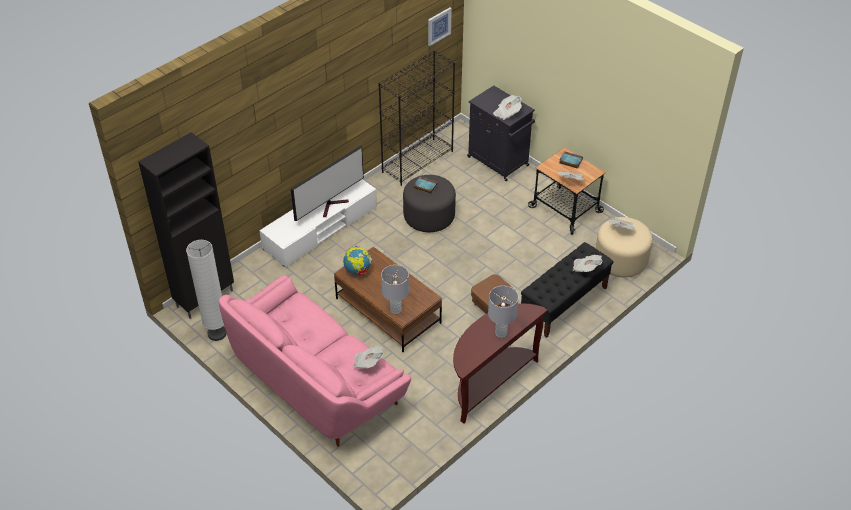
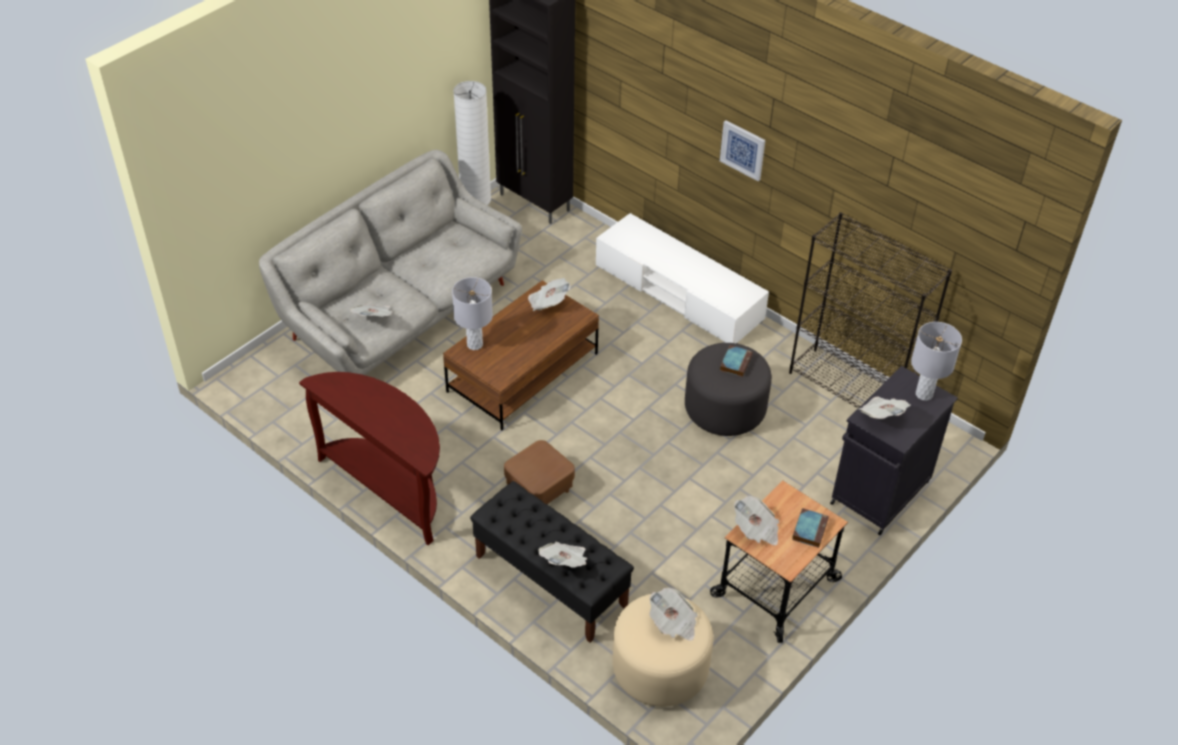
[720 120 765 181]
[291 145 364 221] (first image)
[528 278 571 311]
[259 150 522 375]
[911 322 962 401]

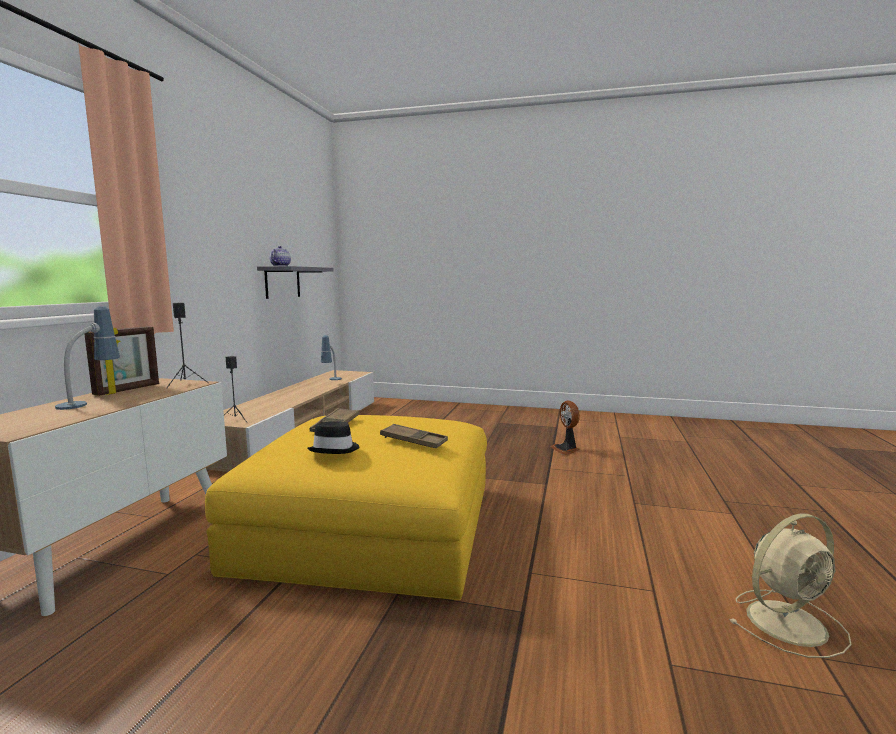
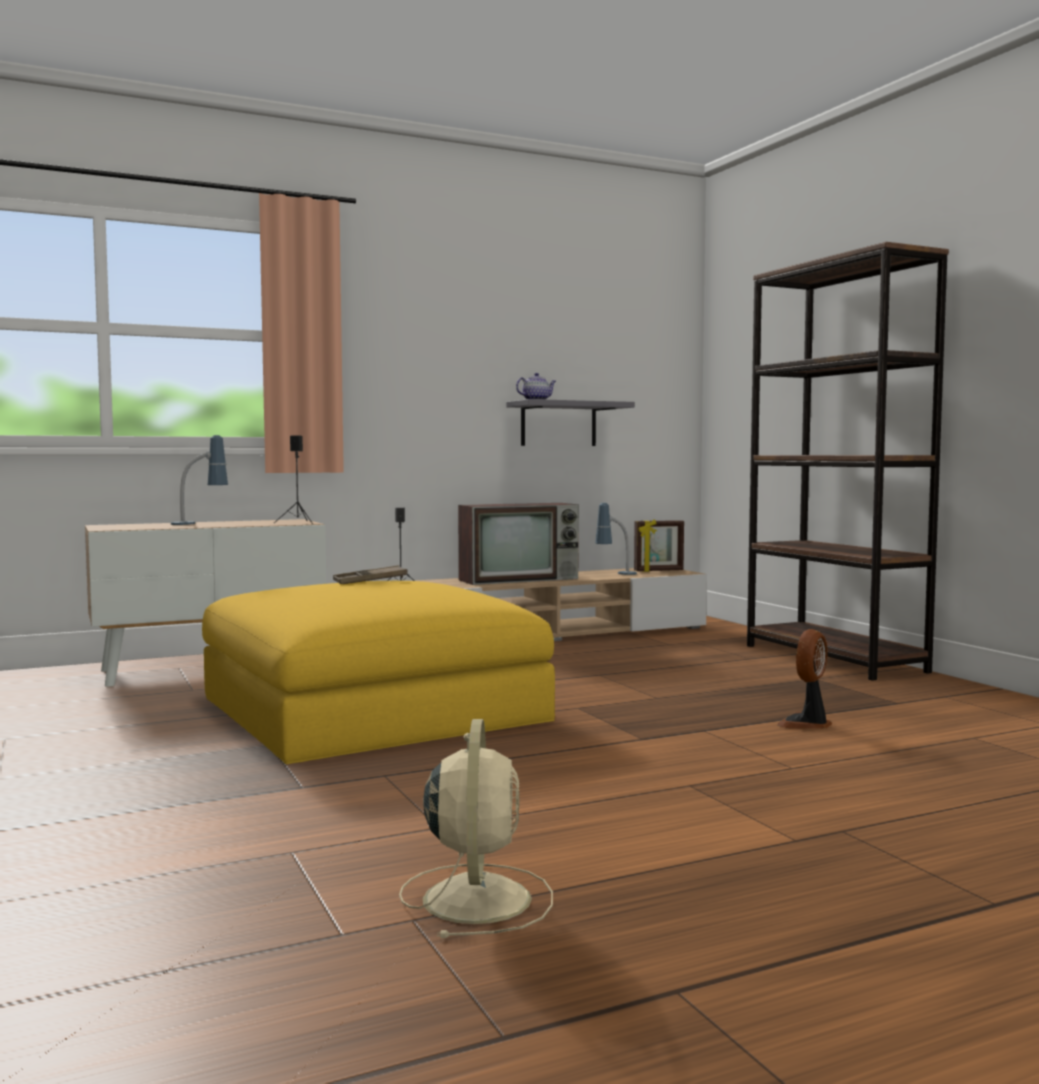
[634 519 684 572]
[307 421 360 454] (first image)
[380 424 448 448] (first image)
[399 719 553 938]
[747 242 949 681]
[458 503 579 585]

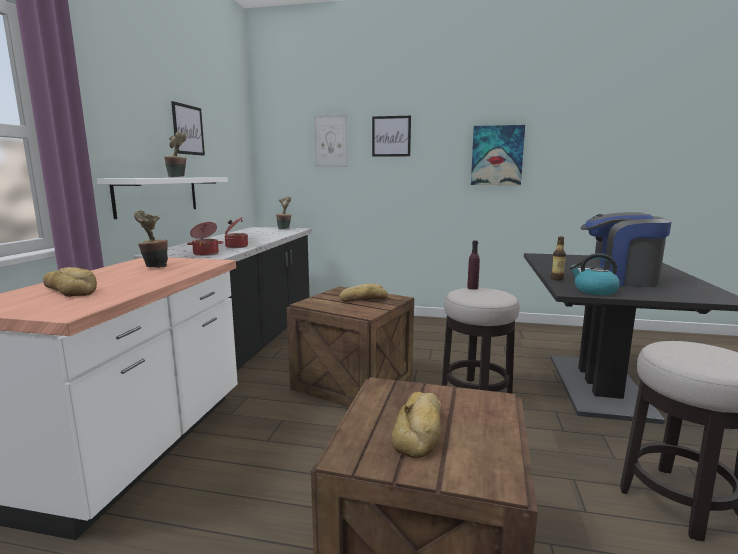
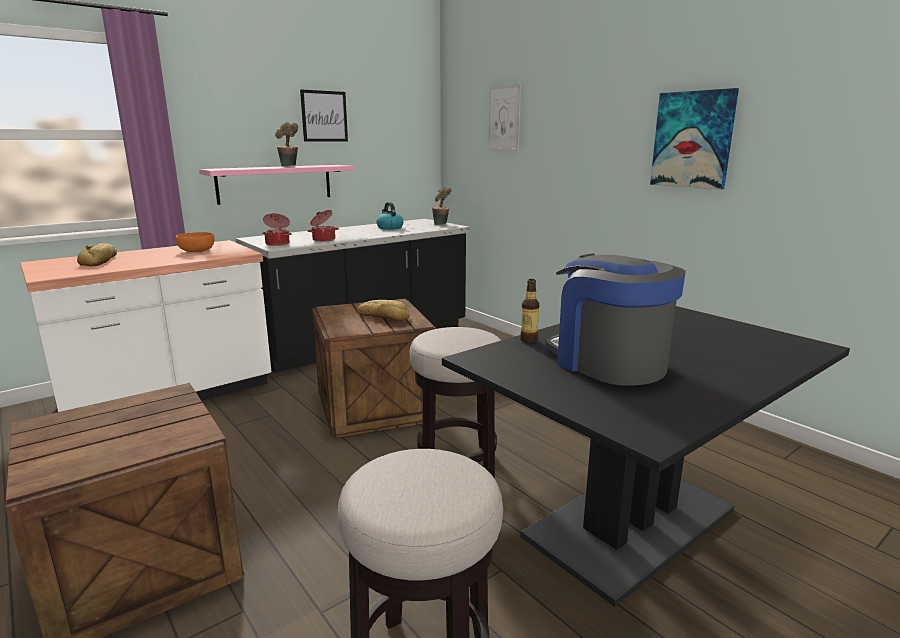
[372 116 411 157] (first image)
[199 165 354 205]
[176 232 215 252]
[467 240 480 290] (first image)
[377 202 404 230]
[391 392 441 458] (first image)

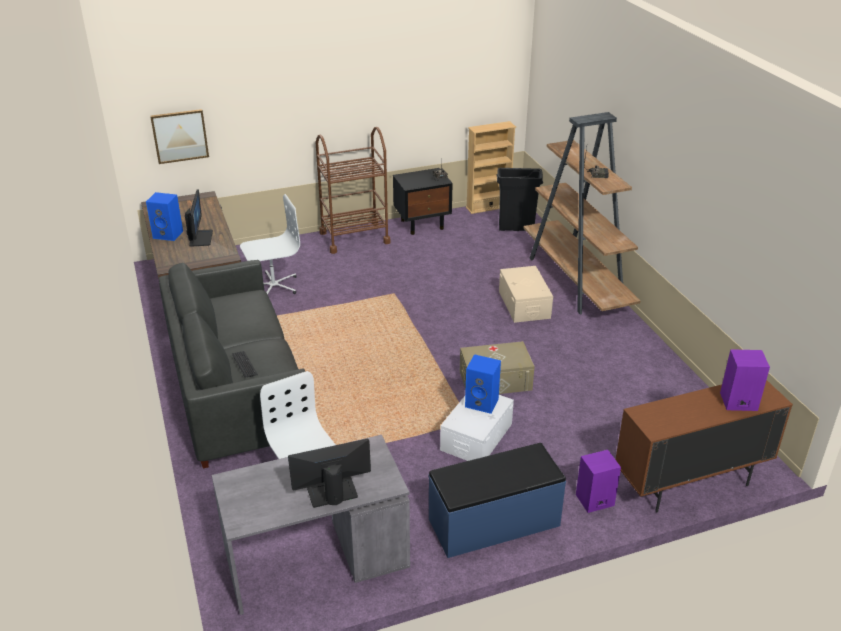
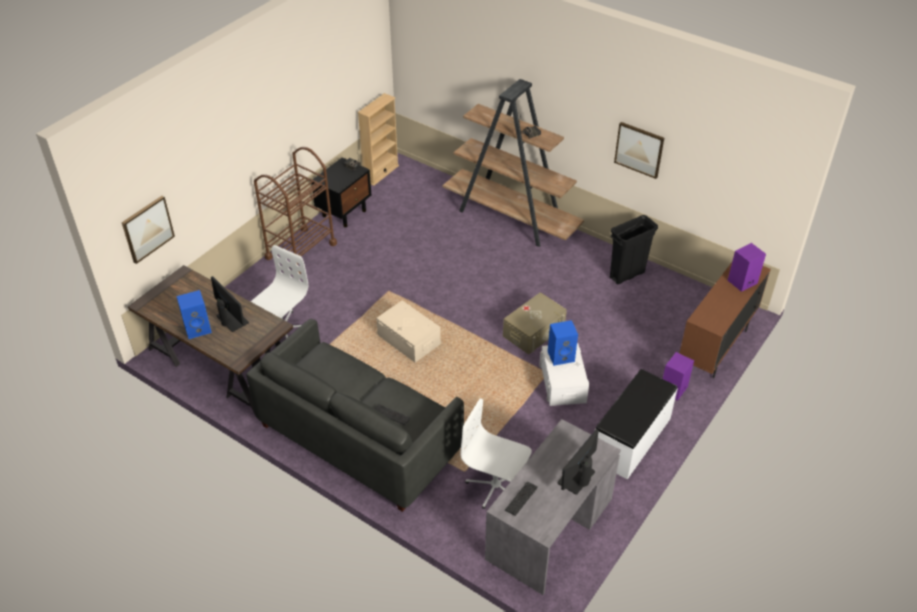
[610 215 658 284]
[376 300 441 363]
[595 369 678 479]
[614 122 664 179]
[505 481 538 516]

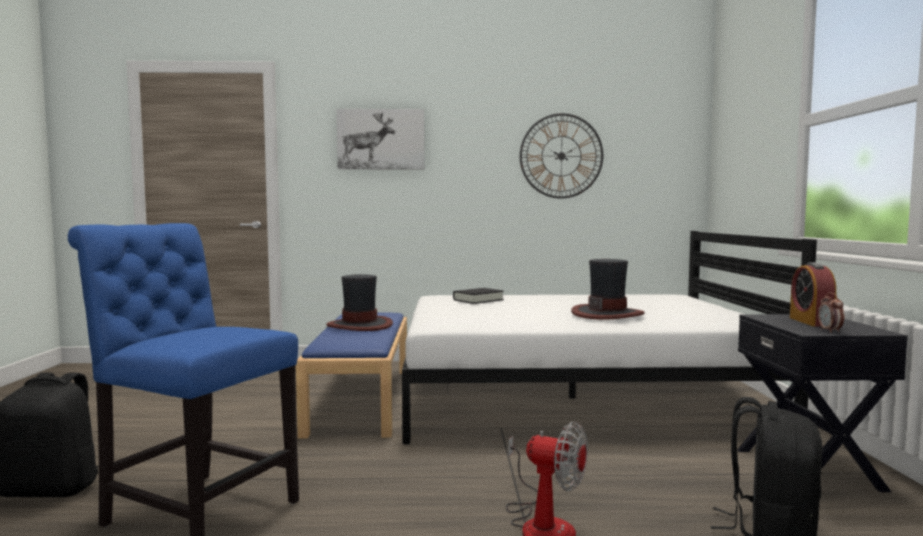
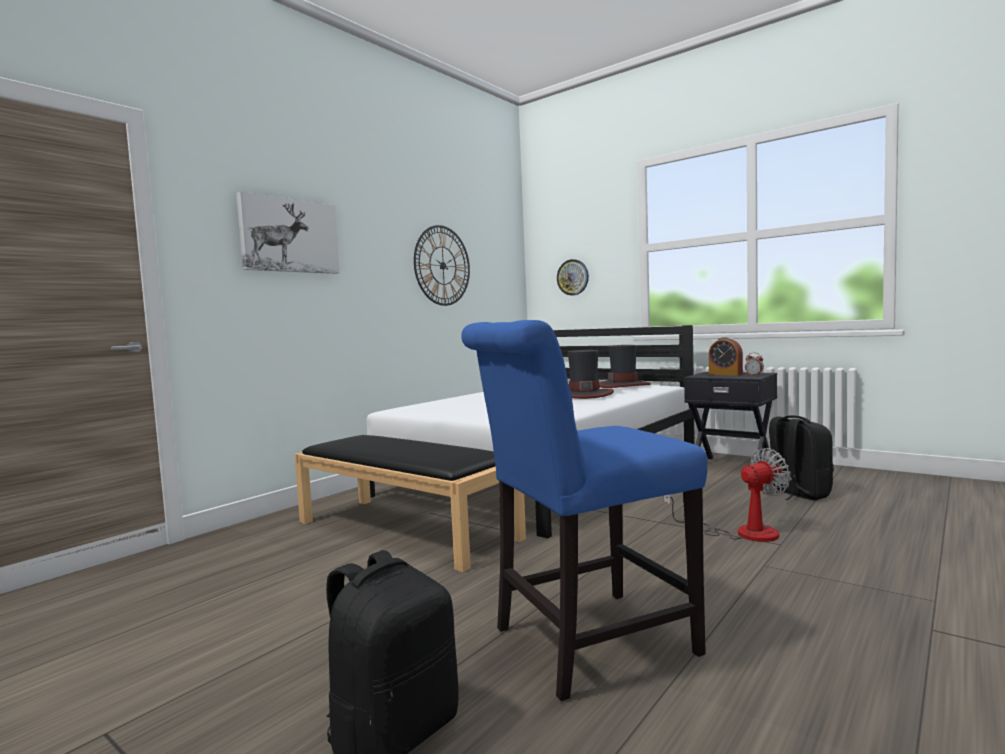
[599 345 651 388]
[453 288 504 304] (first image)
[294 435 526 572]
[557 259 589 296]

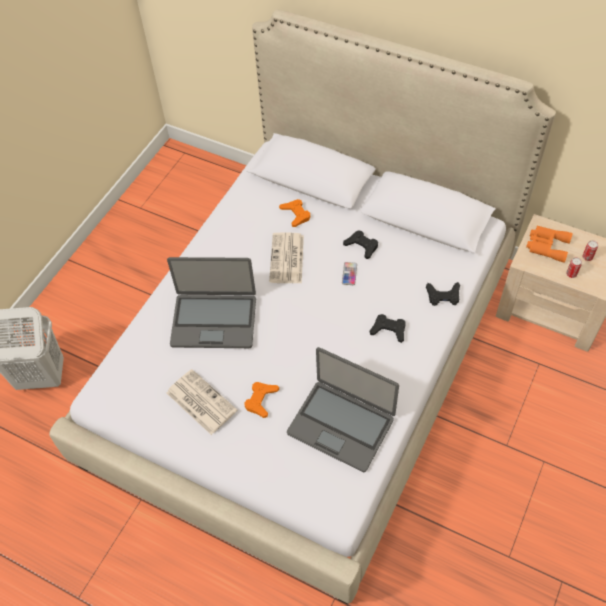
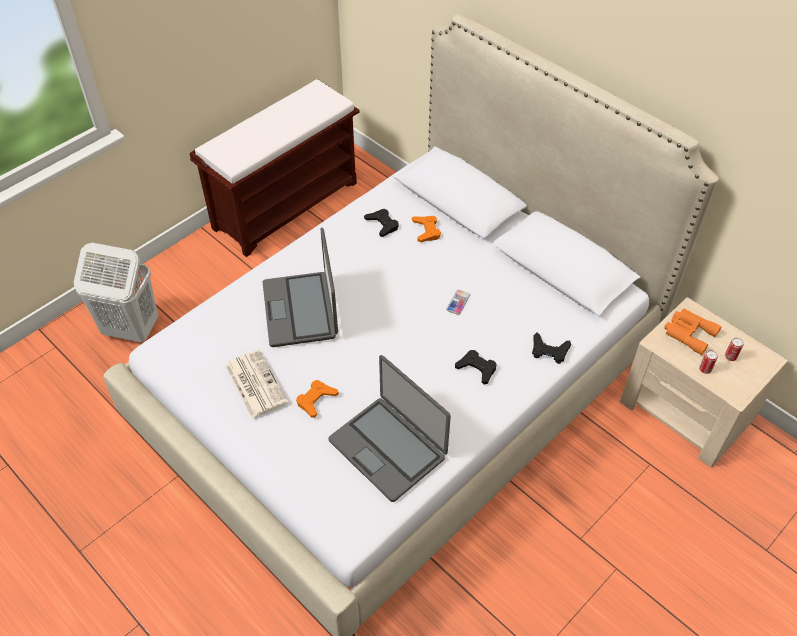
[364 209 399 237]
[269 233 304 283] (first image)
[263 228 338 347]
[190 79 360 257]

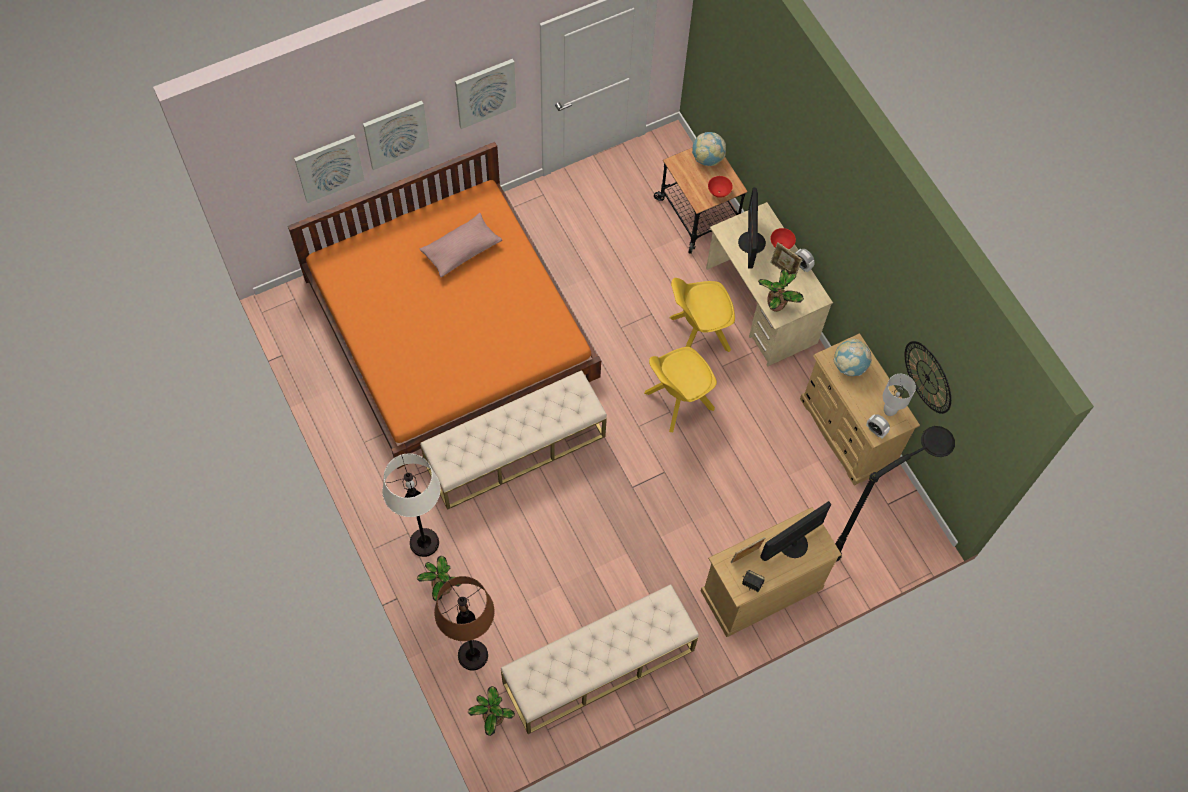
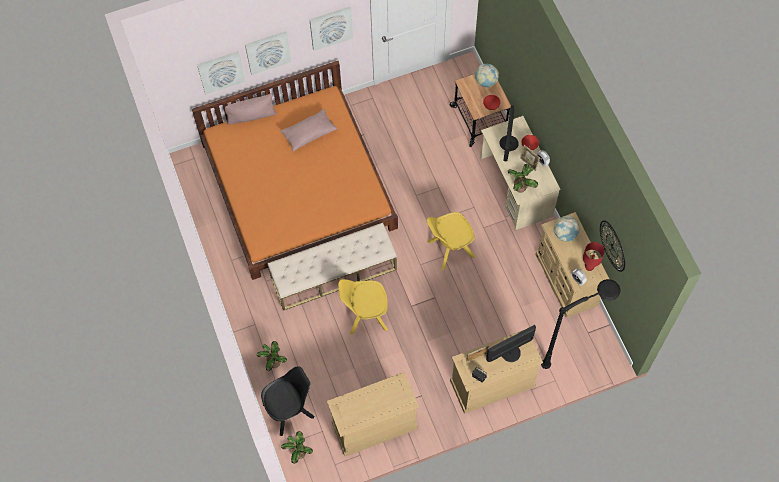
[338 279 388 335]
[583 242 605 271]
[382 453 441 557] (first image)
[261 366 315 436]
[327 372 419 457]
[225 93 277 125]

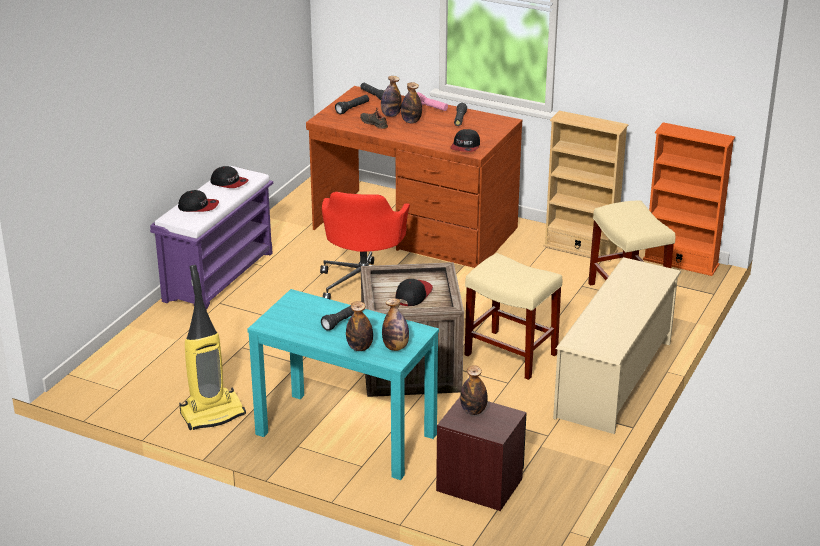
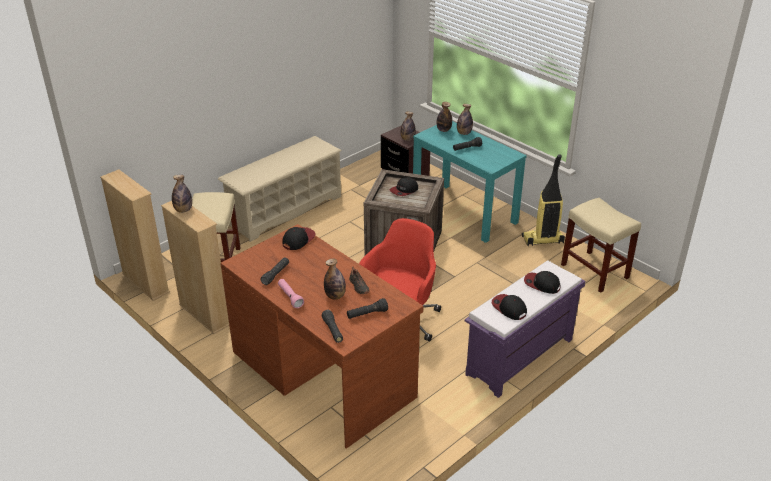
[172 175 192 213]
[100 170 170 301]
[561 198 641 293]

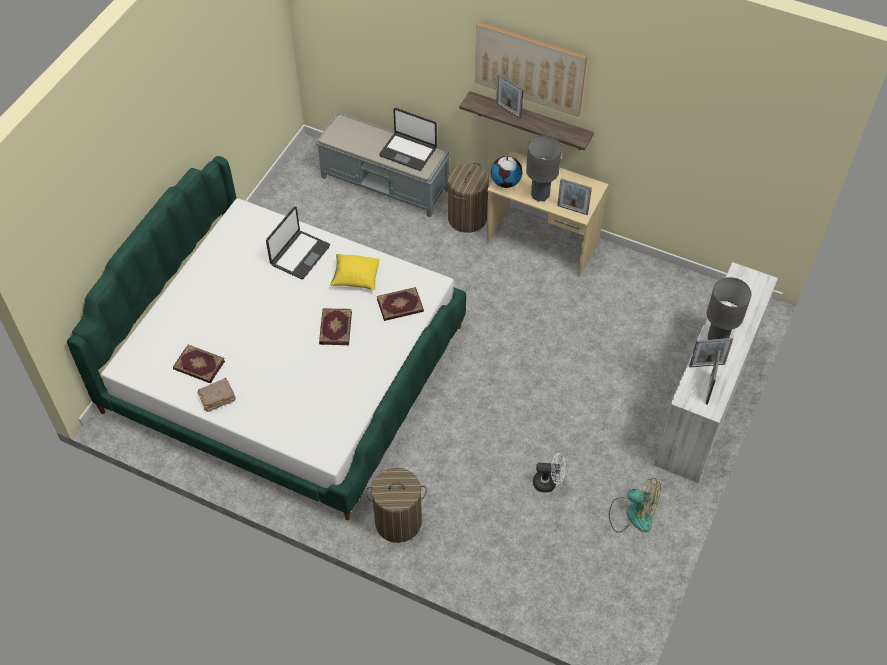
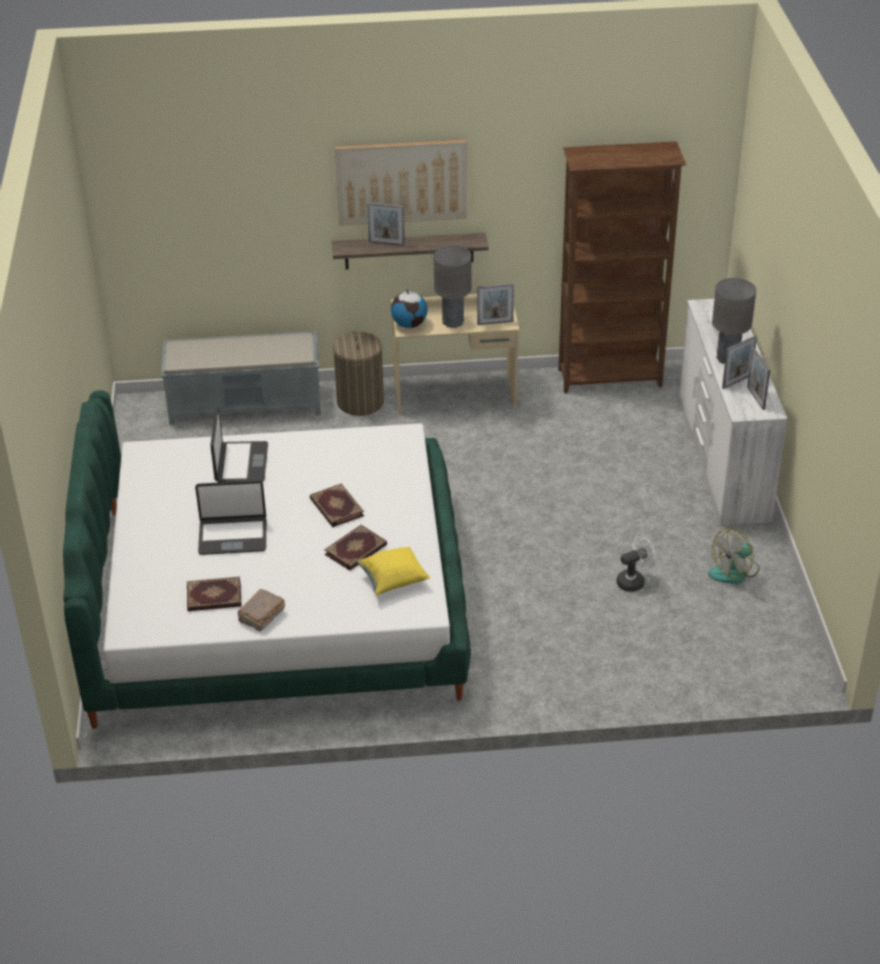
[195 480 267 555]
[357 547 430 595]
[324 525 387 570]
[365 468 427 543] (first image)
[708 528 760 584]
[558 141 686 393]

